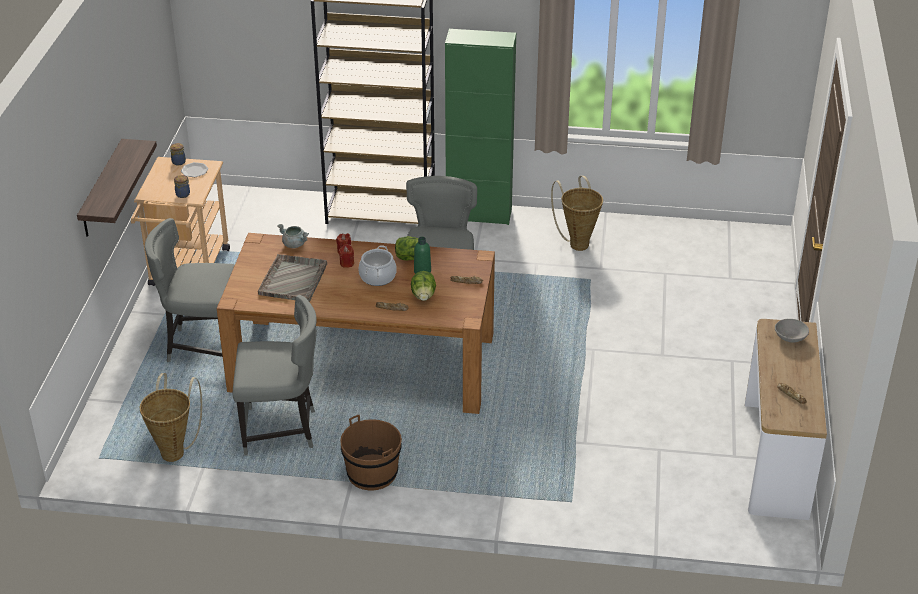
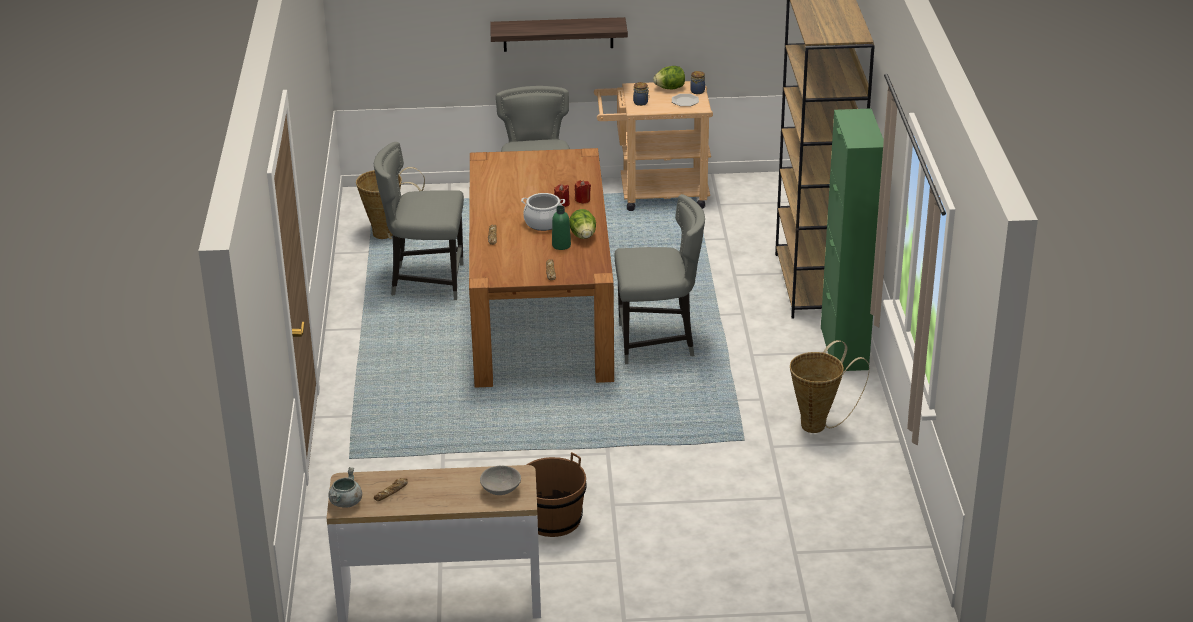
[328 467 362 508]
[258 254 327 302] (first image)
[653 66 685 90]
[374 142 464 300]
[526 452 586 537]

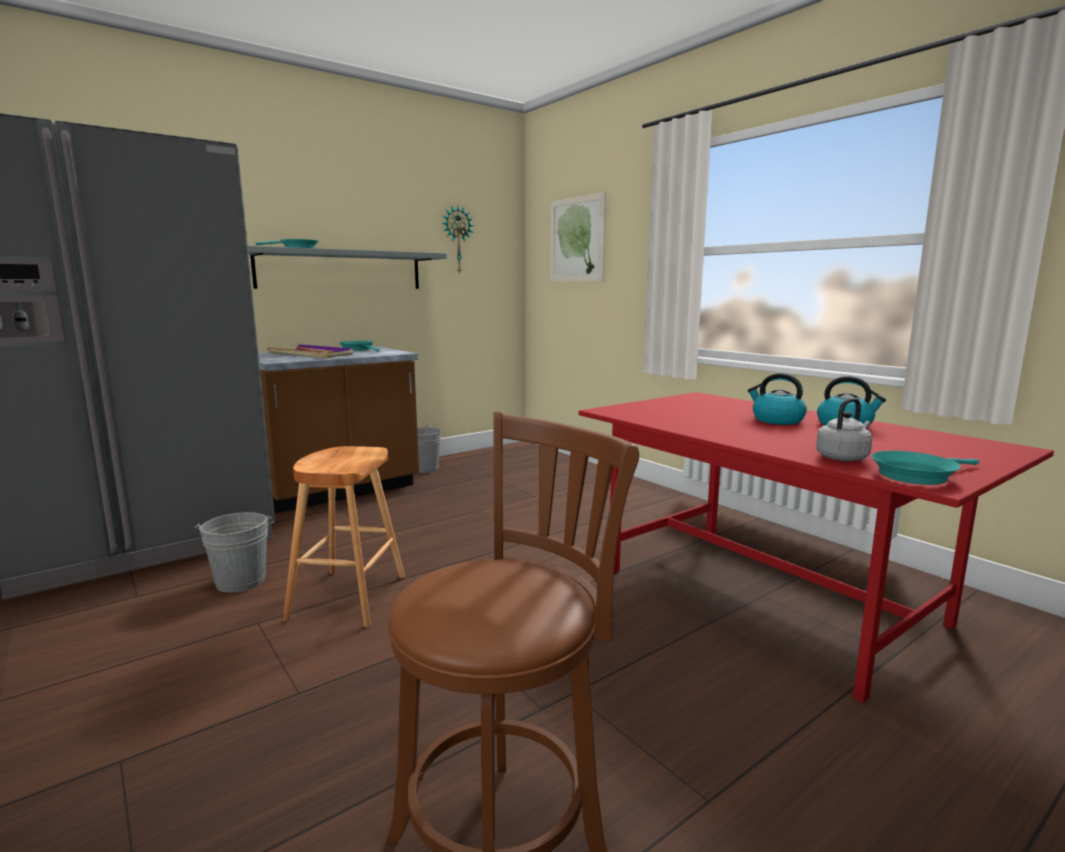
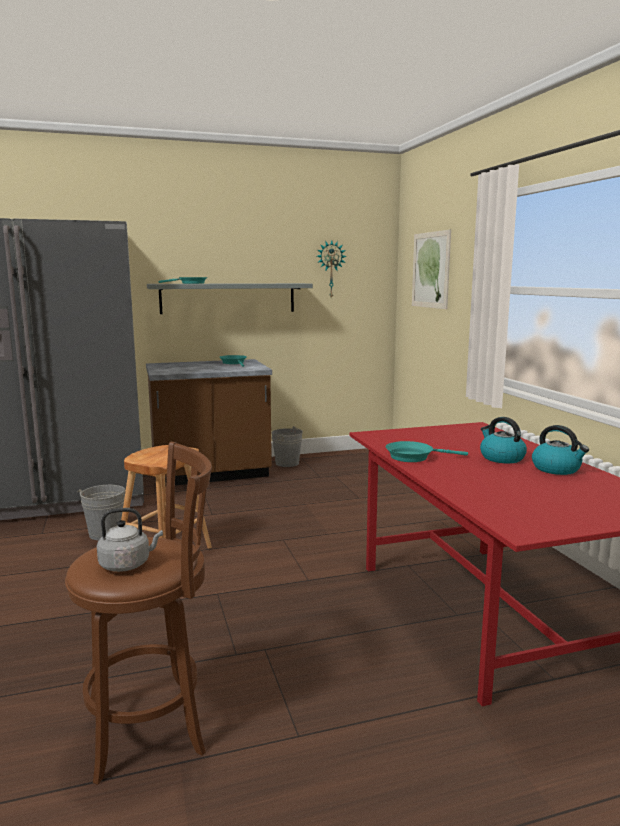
[267 344 353 358] (first image)
[97 508 163 572]
[385 441 468 462]

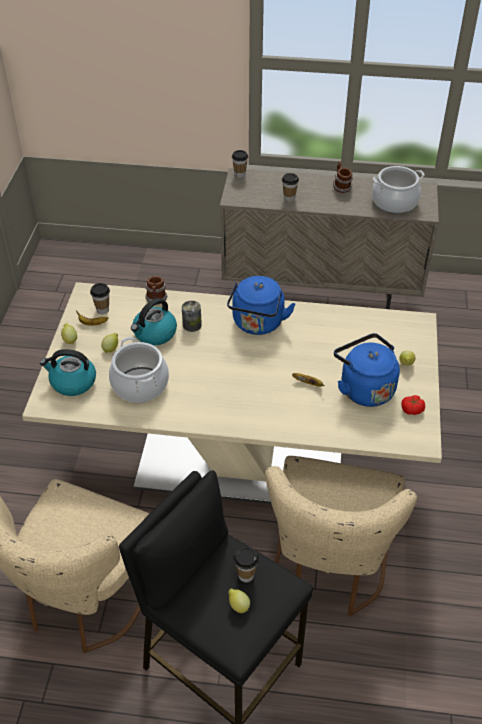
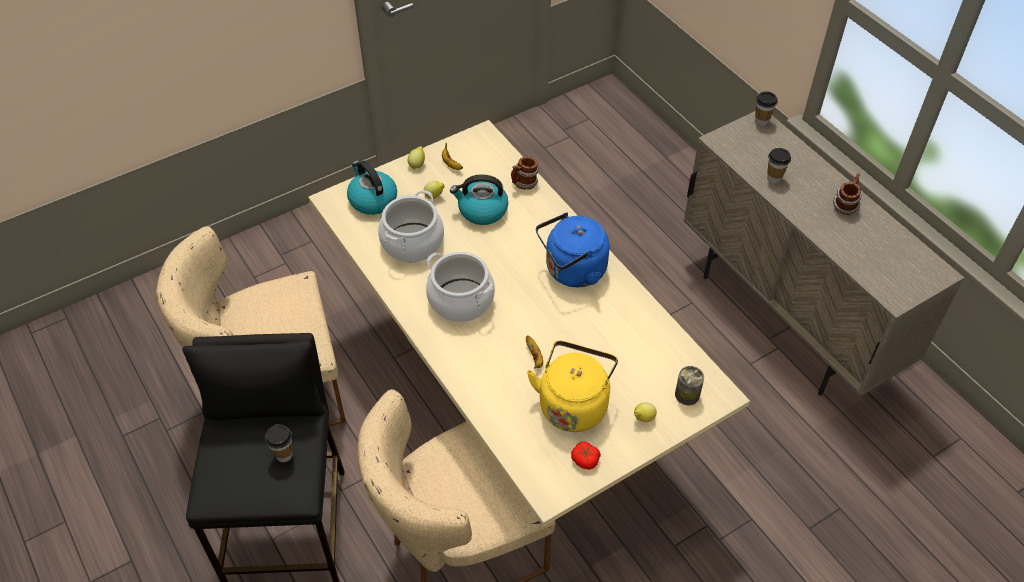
[426 252 495 322]
[90 283 110 314] (first image)
[675 366 704 405]
[527 341 618 432]
[228 588 250 613] (first image)

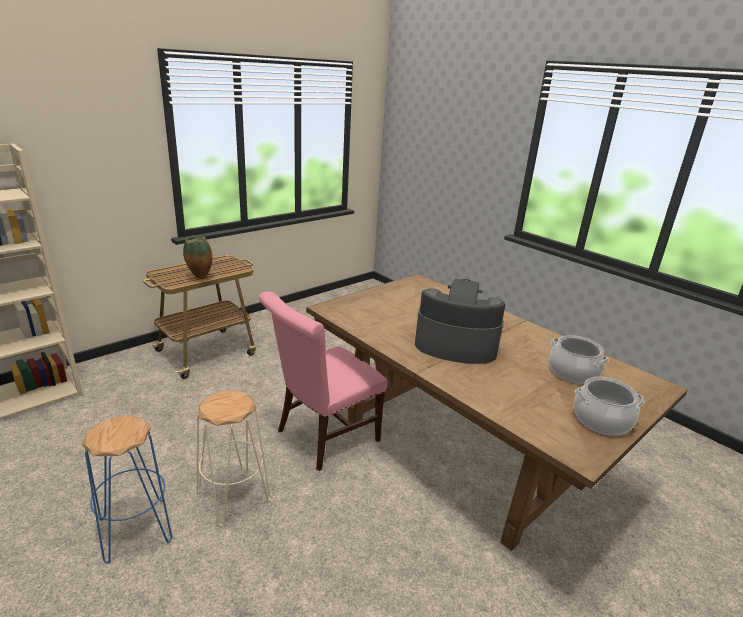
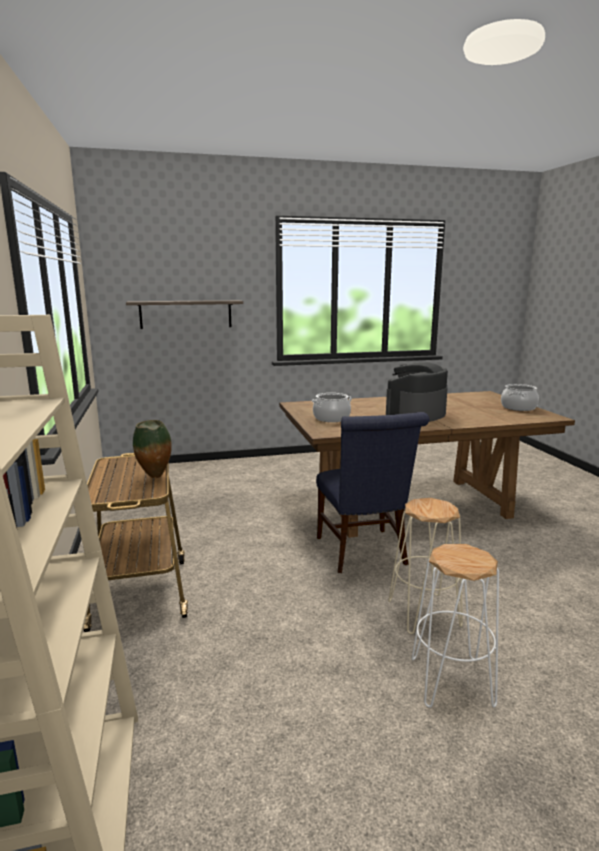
[316 412 430 573]
[312 393 352 422]
[412 544 499 708]
[126 300 243 329]

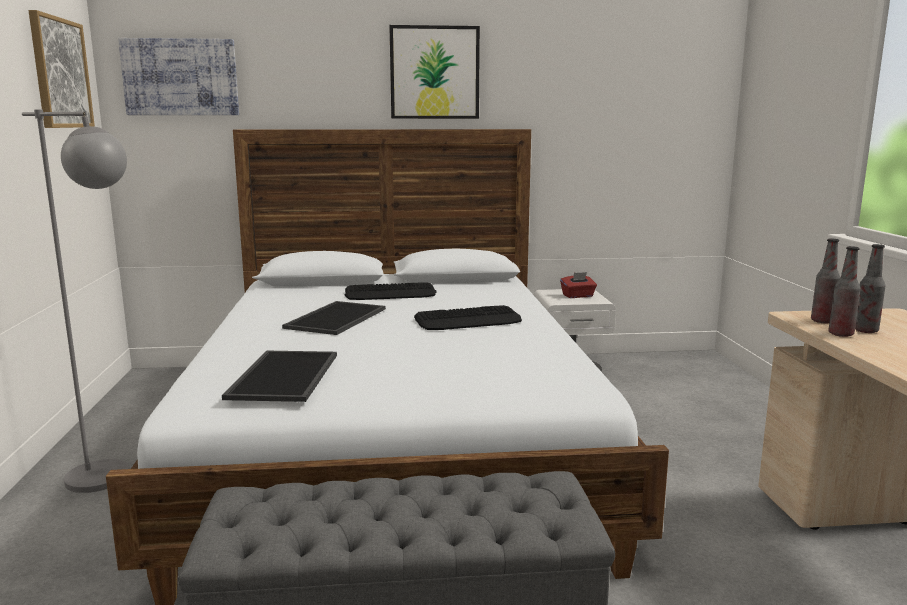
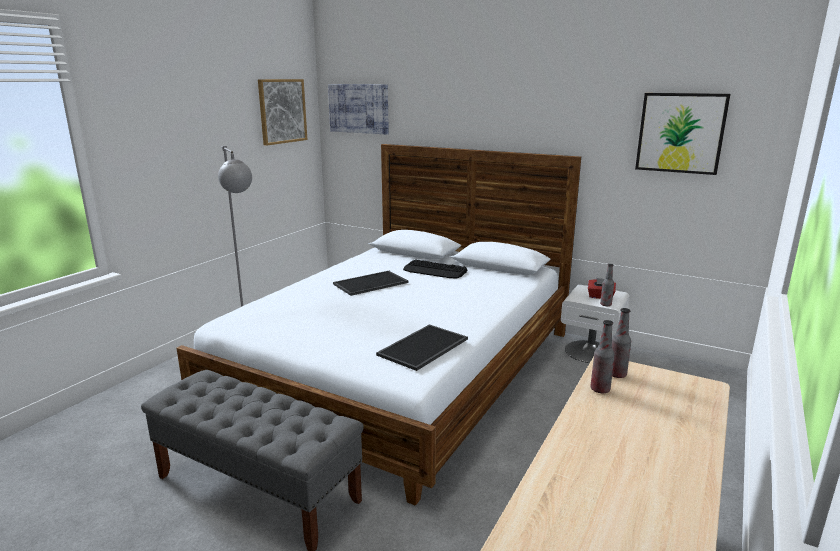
[635 93 730 175]
[600 264 614 306]
[414 305 522 330] (first image)
[376 324 468 371]

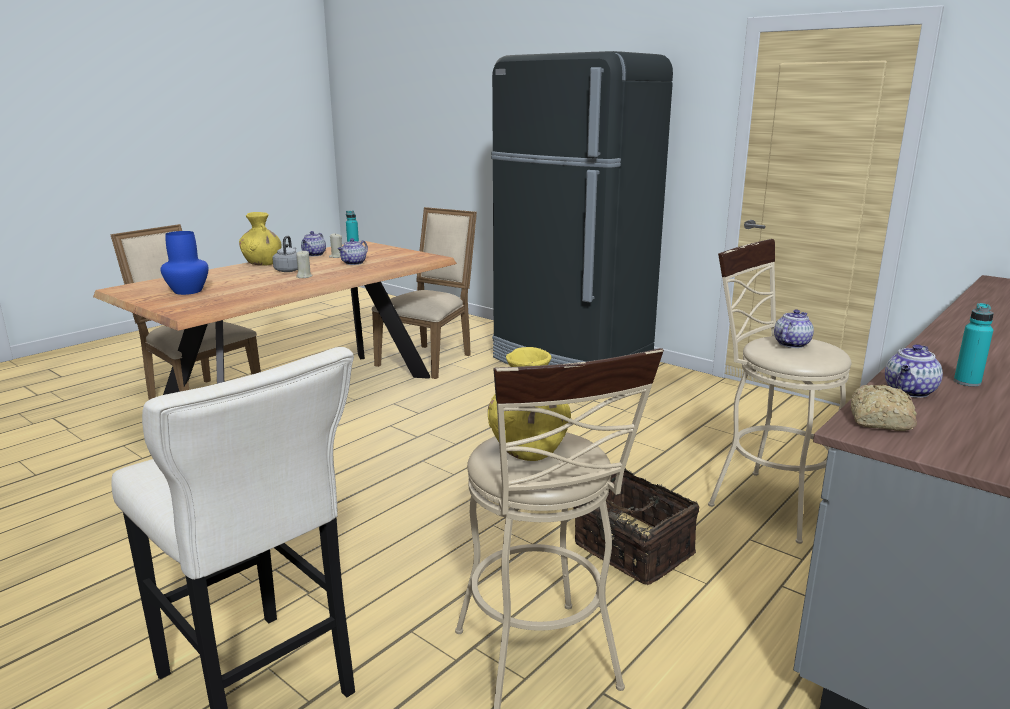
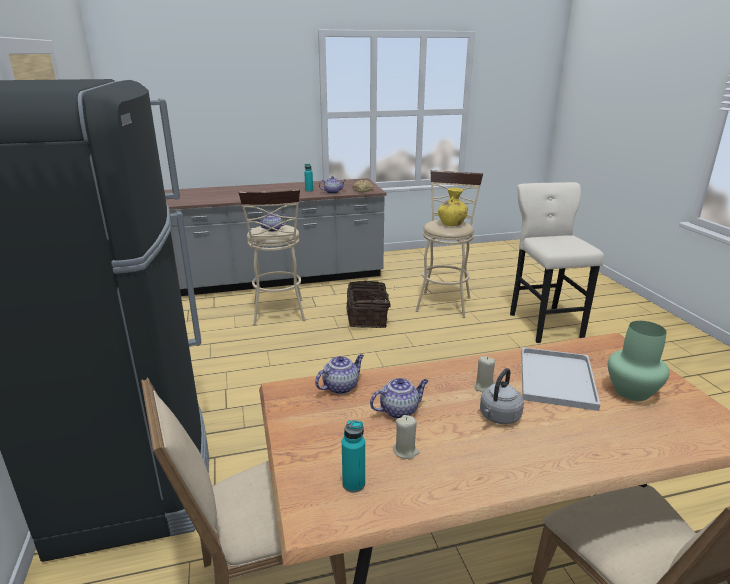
[239 212 281 266] (first image)
[608 321 669 401]
[315 354 364 394]
[521 347 600 411]

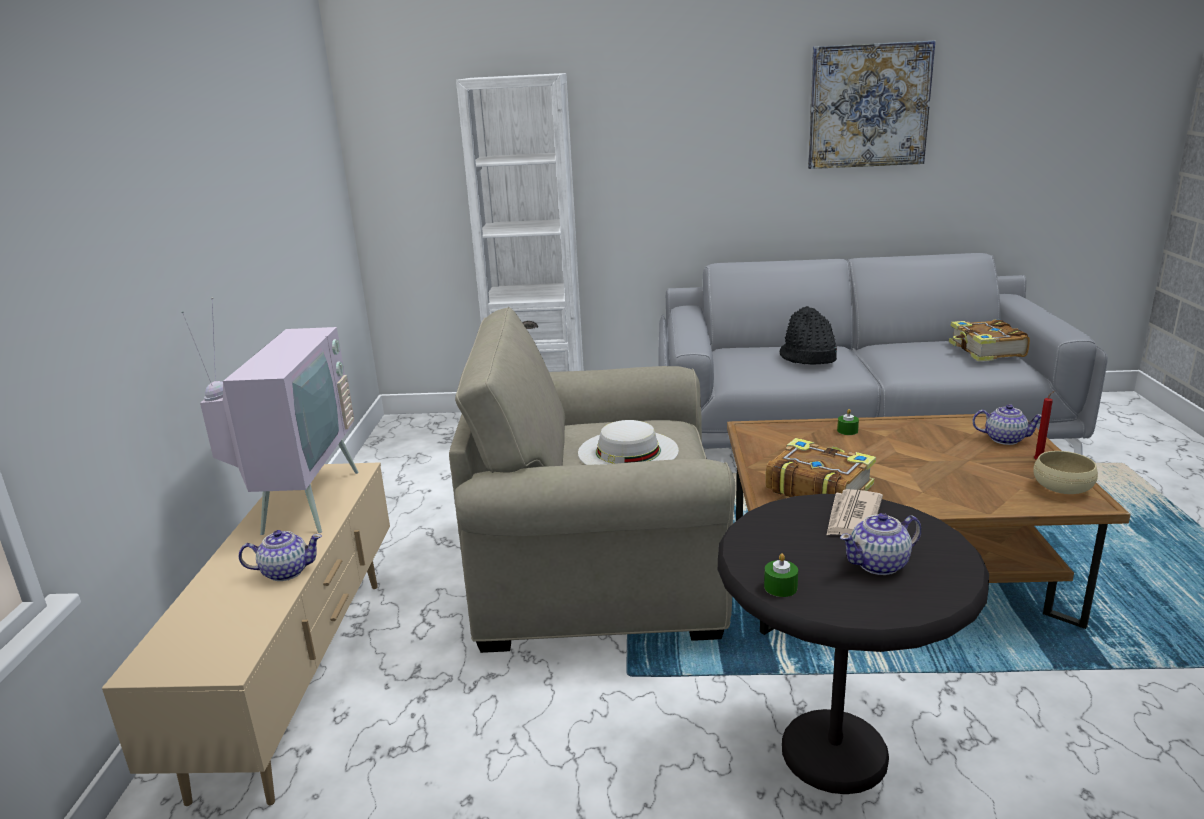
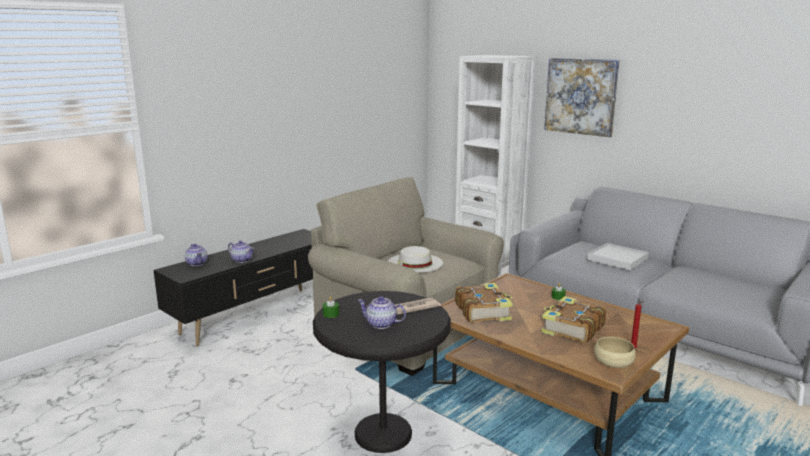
[544 58 620 137]
[181 297 359 535] (first image)
[587 243 649 270]
[541 296 606 343]
[185 244 208 266]
[153 229 313 346]

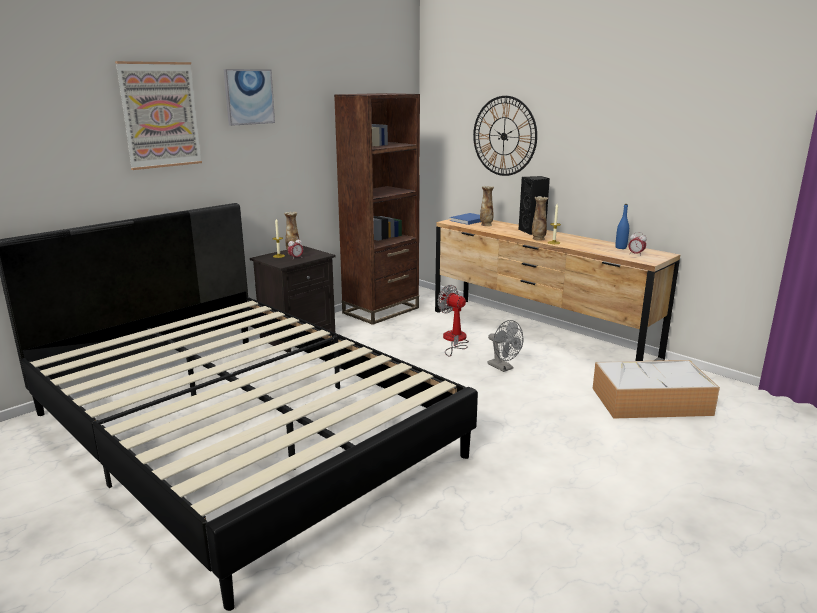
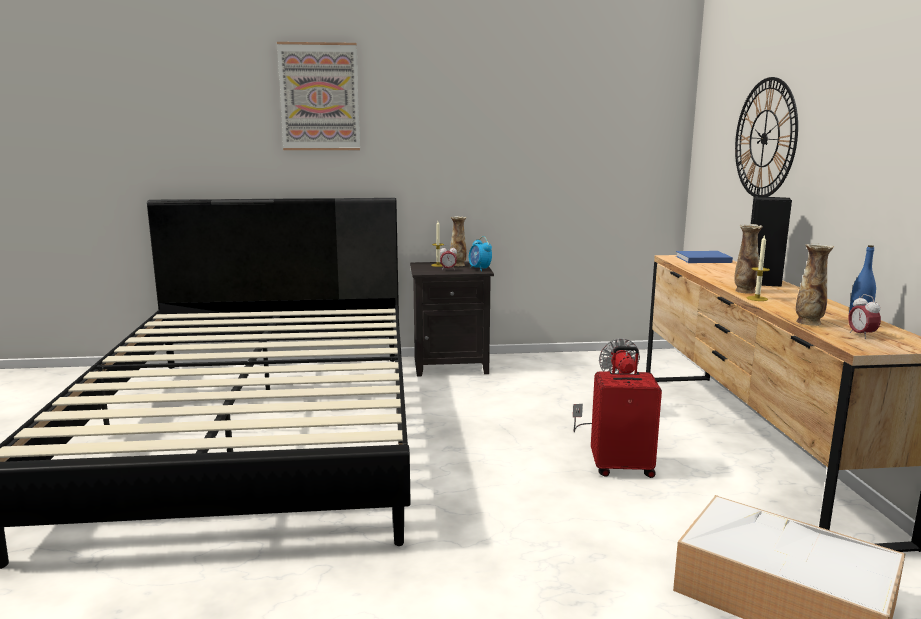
[224 69 275 126] (first image)
[334 93 420 325] (first image)
[796 243 834 326]
[591 346 662 478]
[469 236 492 272]

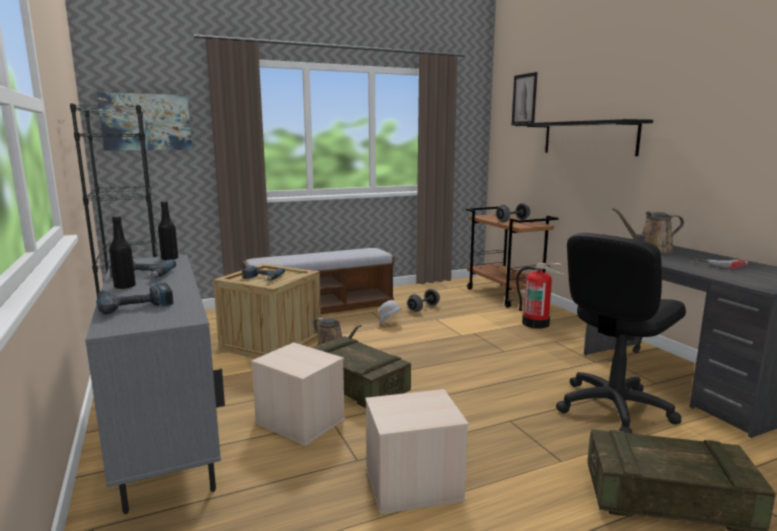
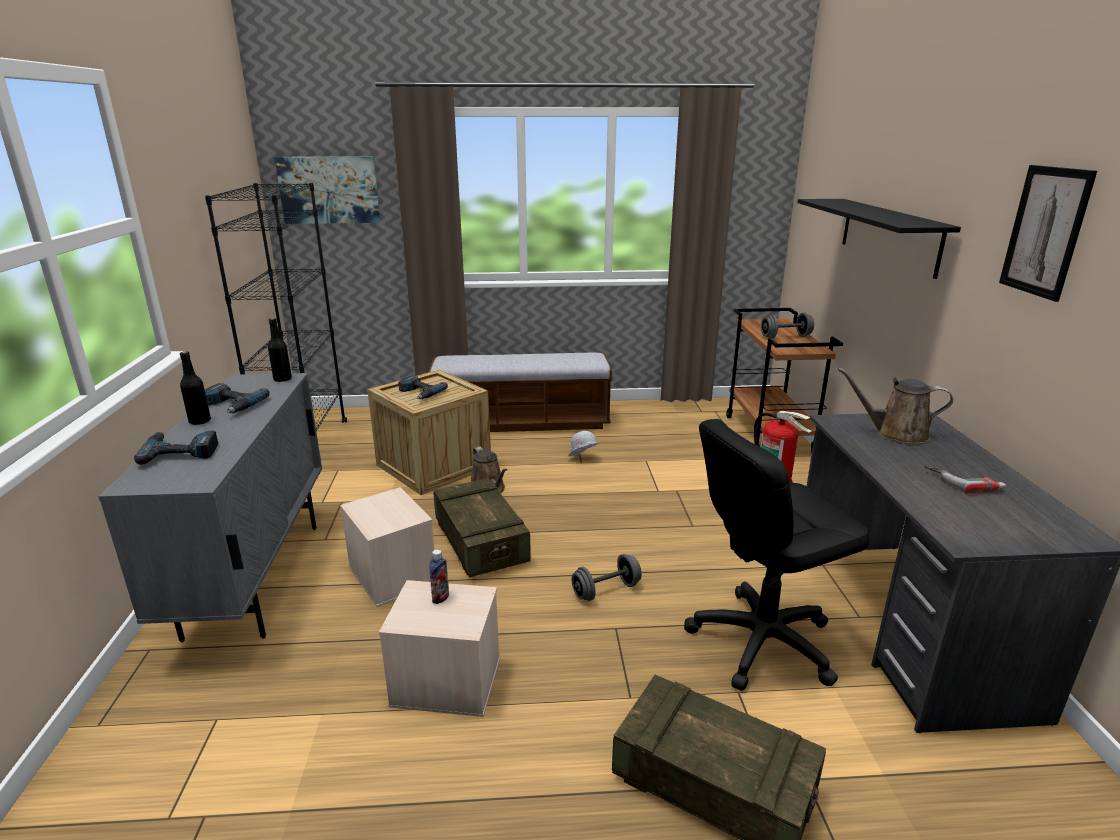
[999 165 1097 302]
[572 554 642 601]
[429 549 449 604]

